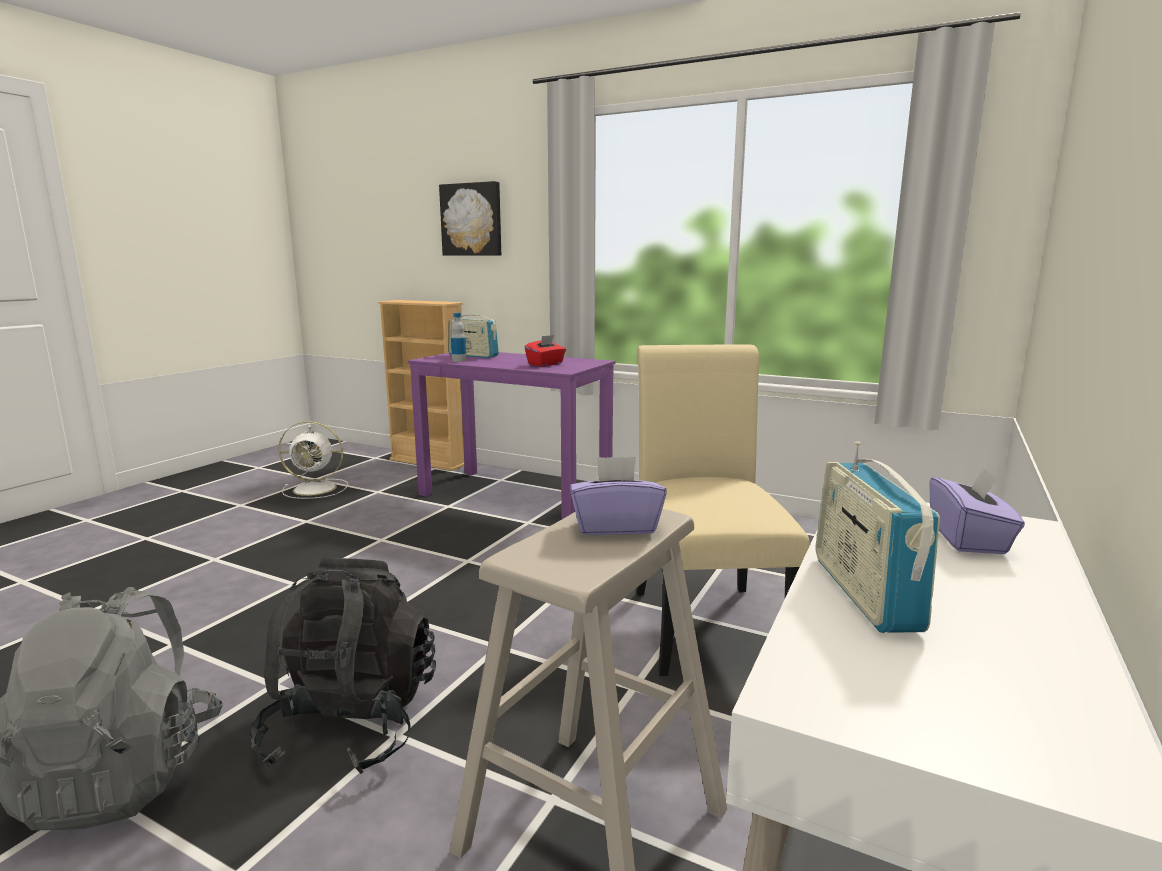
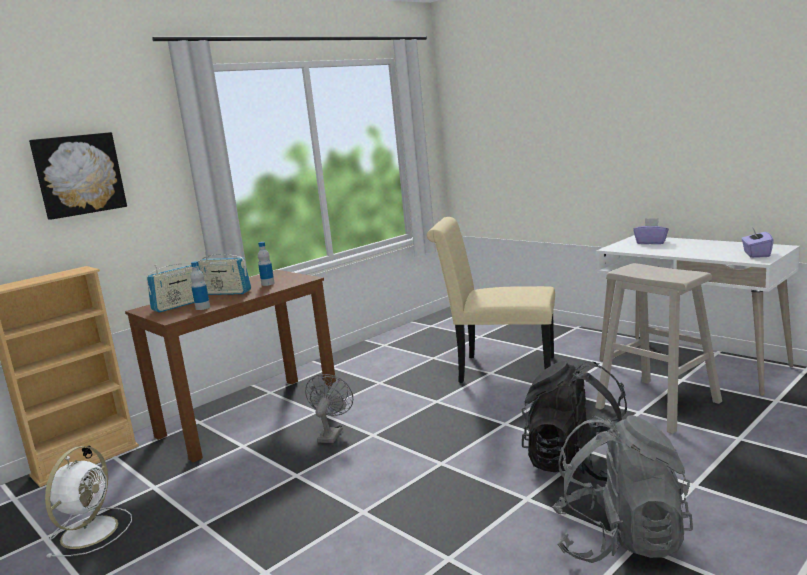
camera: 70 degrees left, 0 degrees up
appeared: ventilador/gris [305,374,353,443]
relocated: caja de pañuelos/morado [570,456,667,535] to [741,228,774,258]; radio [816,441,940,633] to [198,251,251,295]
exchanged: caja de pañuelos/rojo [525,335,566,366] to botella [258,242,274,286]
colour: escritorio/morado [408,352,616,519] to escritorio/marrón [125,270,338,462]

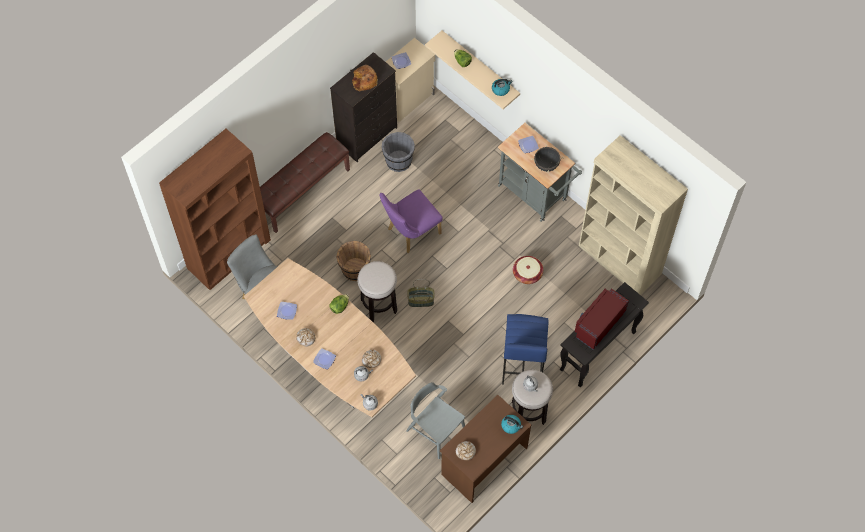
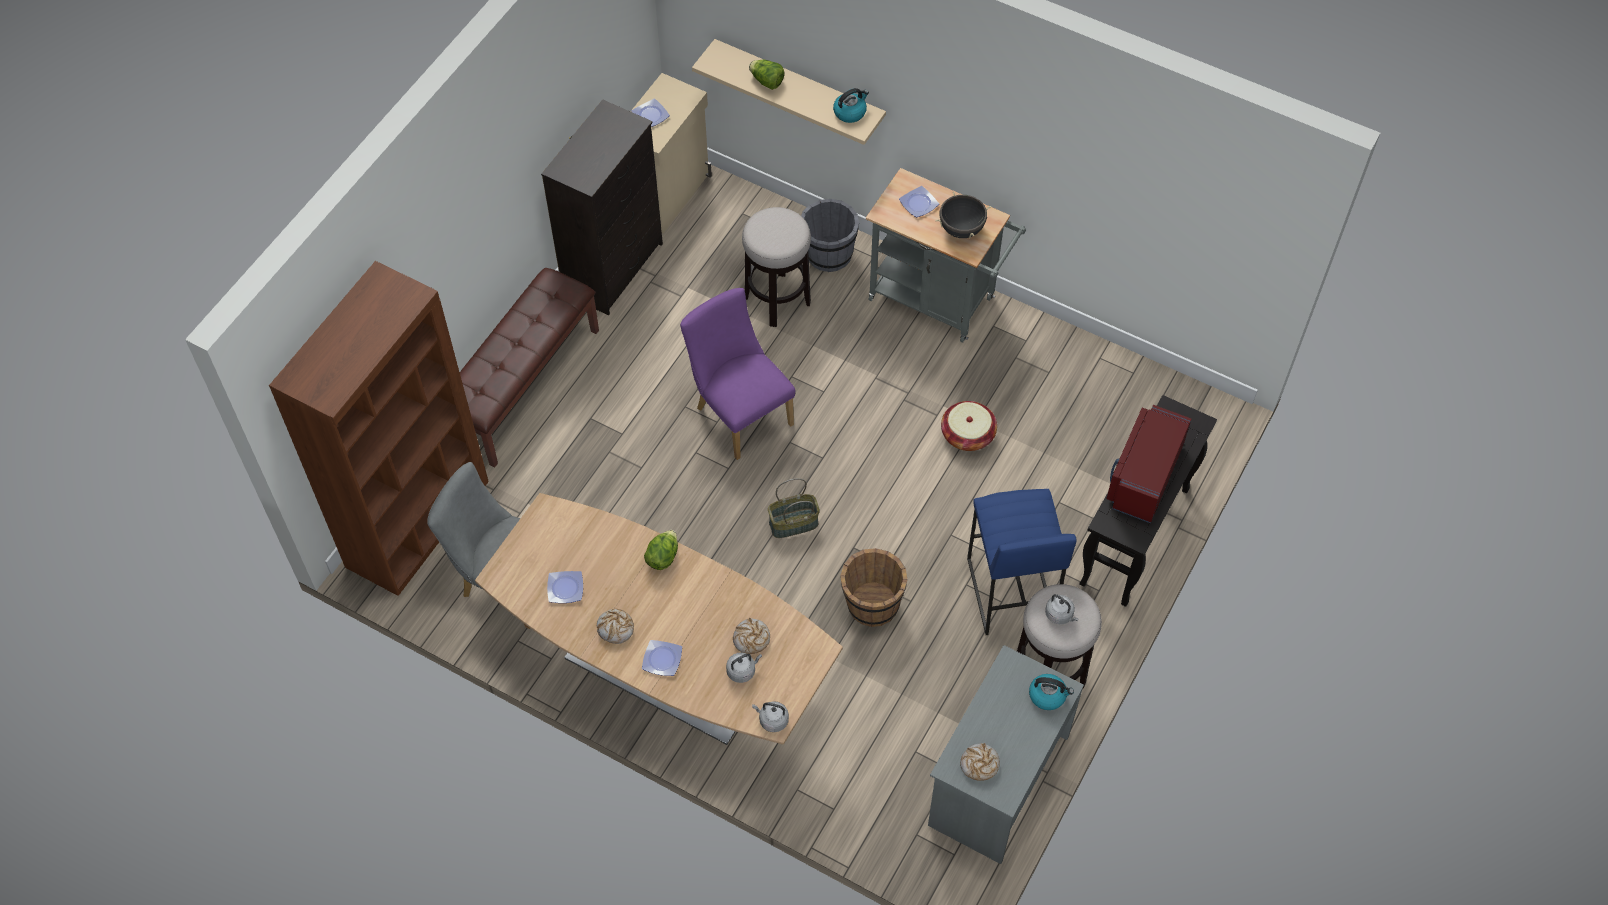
camera: 15 degrees left, 5 degrees down
missing: pan [352,65,378,91]; silla/gris [406,382,465,459]; estantería/beis [579,135,688,295]
relocated: cubo/marrón [336,241,371,281] to [840,548,907,627]; taburete [357,261,397,322] to [742,207,811,327]; cubo/gris [382,132,415,172] to [801,199,859,272]
colour: escritorio/marrón [440,395,532,503] to escritorio/gris [928,645,1084,864]
spun: silla/morado [380,189,443,253] = [680,288,795,460] 105 degrees clockwise

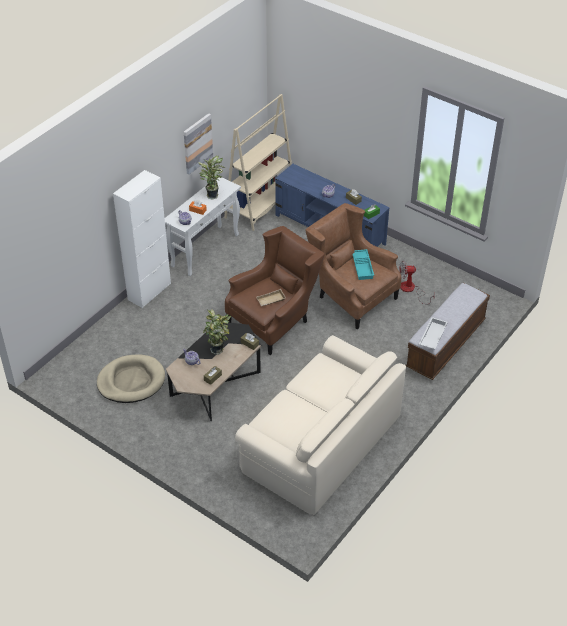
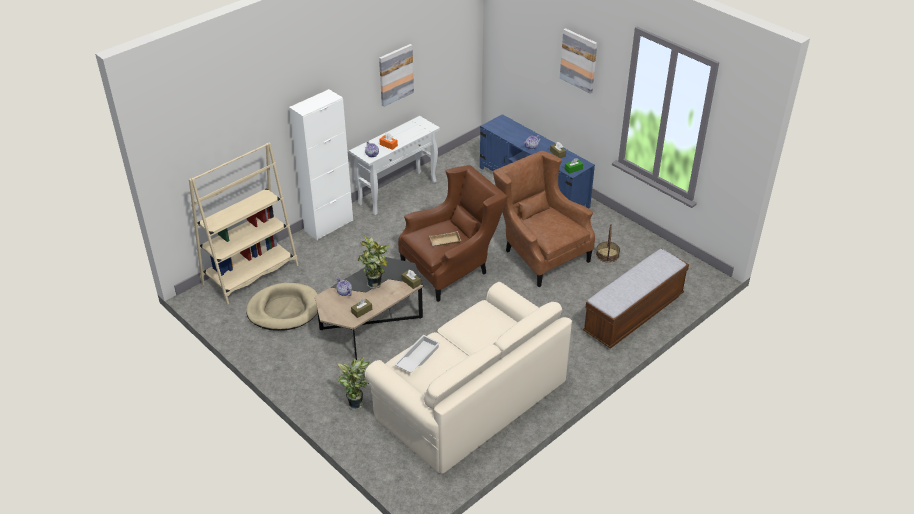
camera: 10 degrees right, 5 degrees down
missing: bandeja/turquesa [353,249,374,280]
appeared: cuadro [560,28,597,94]
relocated: planta en maceta [198,155,225,199] to [337,356,369,410]; estantería/beis [224,94,292,231] to [189,142,299,304]; bandeja/blanco [419,317,448,349] to [394,335,440,373]
exchanged: ventilador [400,261,435,304] to cesta [596,224,620,263]

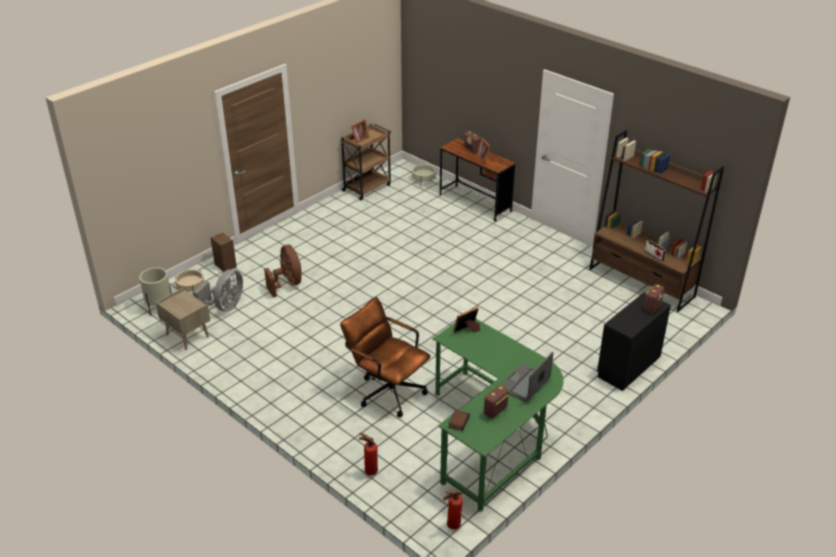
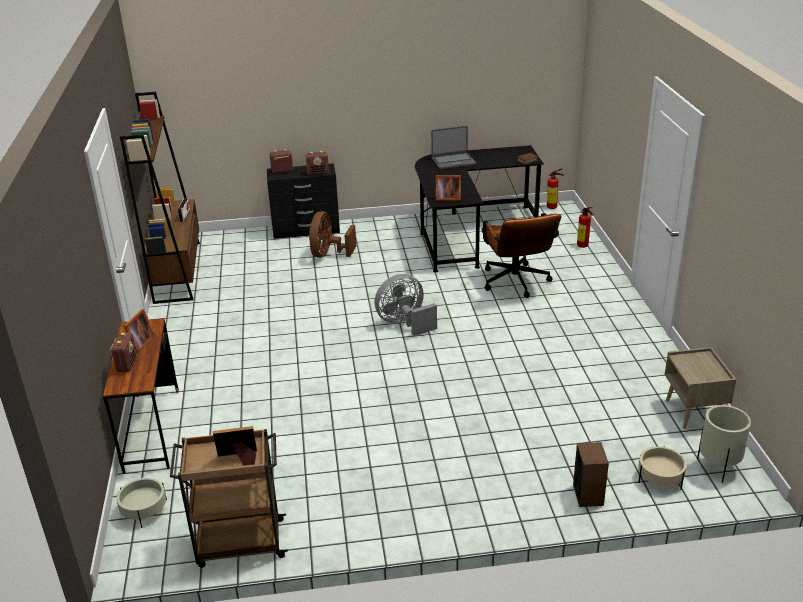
camera: 140 degrees left, 5 degrees down
relocated: ventilador/gris [194,269,243,311] to [375,274,437,336]; ventilador/marrón [264,245,302,297] to [309,211,356,258]; radio [484,385,508,418] to [306,151,329,175]
colour: escritorio/verde [432,319,563,512] to escritorio/negro [415,145,544,273]

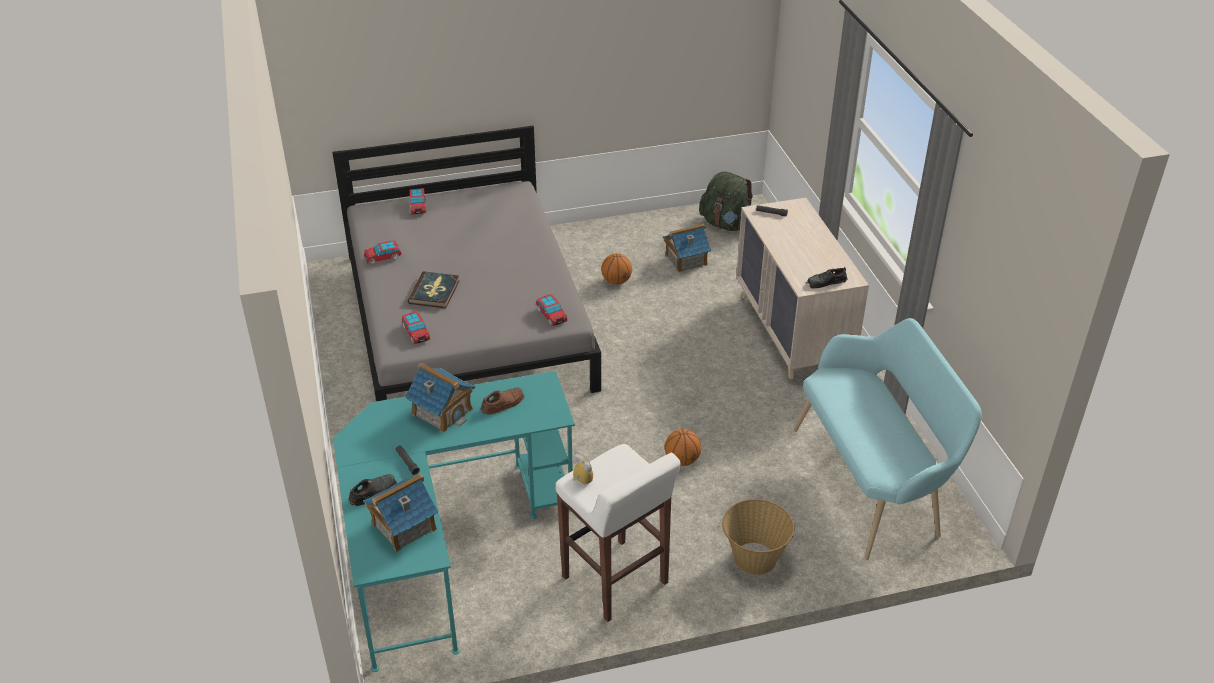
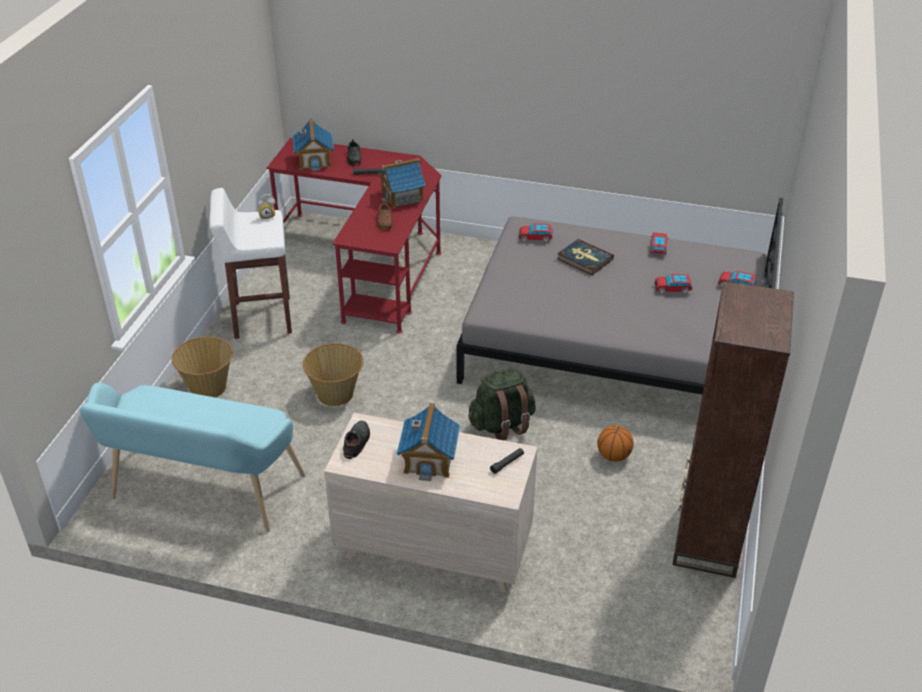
camera: 120 degrees right, 0 degrees up
appeared: estantería/marrón [672,281,794,578]
relocated: coche de juguete [536,294,567,326] to [655,274,692,293]; casita [663,223,711,272] to [397,403,460,481]; mochila/verde [699,171,753,231] to [468,369,536,440]
exchanged: balón de baloncesto [665,429,701,466] to cesta [303,343,364,406]
colour: escritorio/turquesa [333,371,575,672] to escritorio/rojo [267,138,442,334]

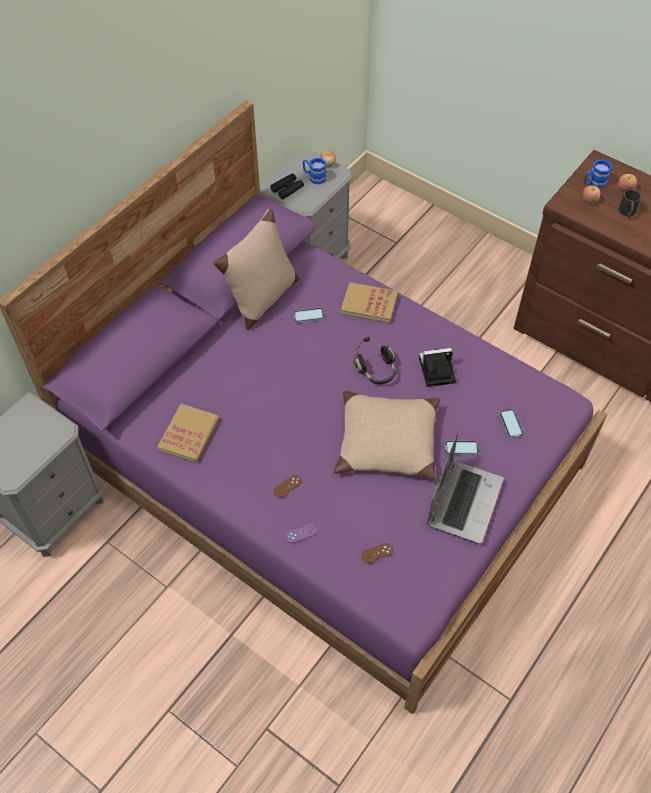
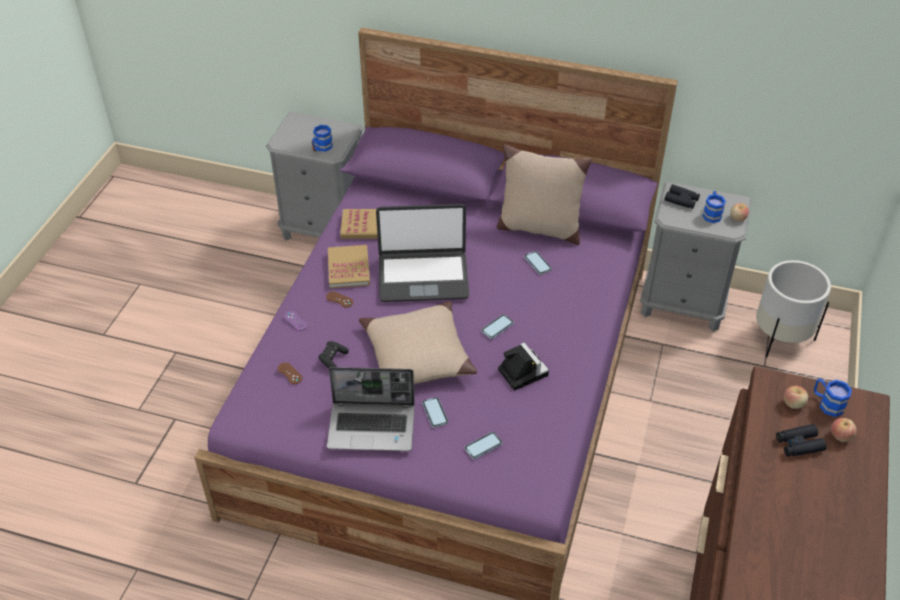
camera: 70 degrees right, 10 degrees down
appeared: taza grande/azul [312,125,333,152]; mando de consola/negro [319,341,349,368]; portátil [376,204,469,302]; maceta/blanco [756,260,831,358]
relocated: libro [341,282,398,324] to [328,245,370,288]
exchanged: auriculares/negro [353,337,396,384] to móvil [481,314,514,339]; taza grande/negro [619,190,641,218] to prismáticos/negro [776,424,827,457]

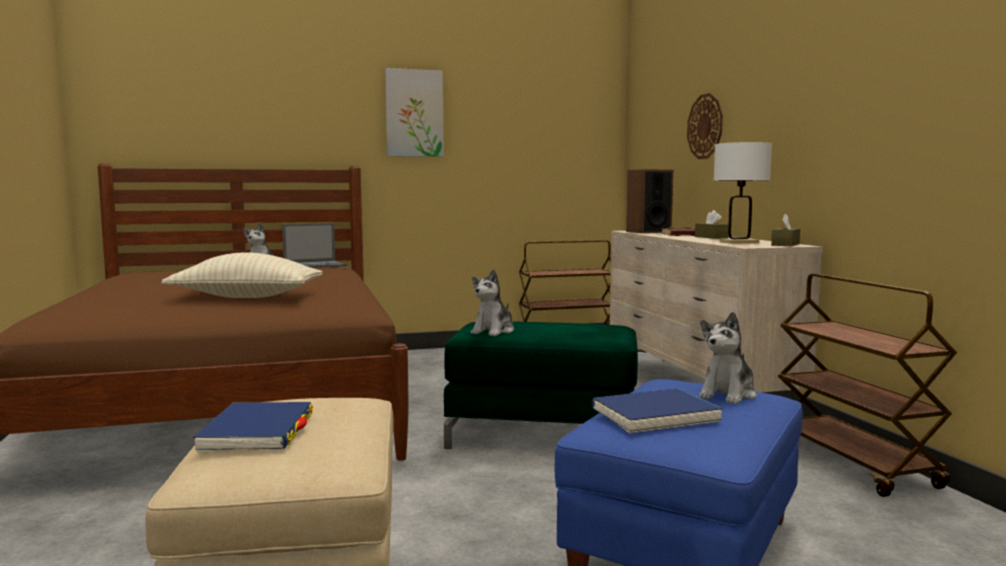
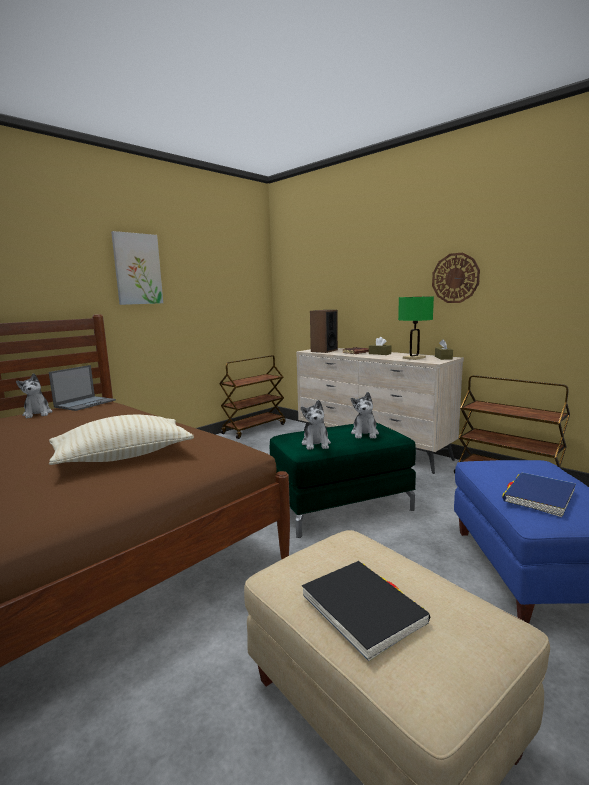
camera: 30 degrees left, 5 degrees up
relocated: reloj de pared [687,93,723,159] to [432,253,480,303]; peluche [699,312,757,404] to [351,392,379,439]
colour: libro/azul [193,402,313,452] to libro/negro [302,561,430,661]; lámpara de mesa/blanco [714,142,772,244] to lámpara de mesa/verde [398,296,434,360]

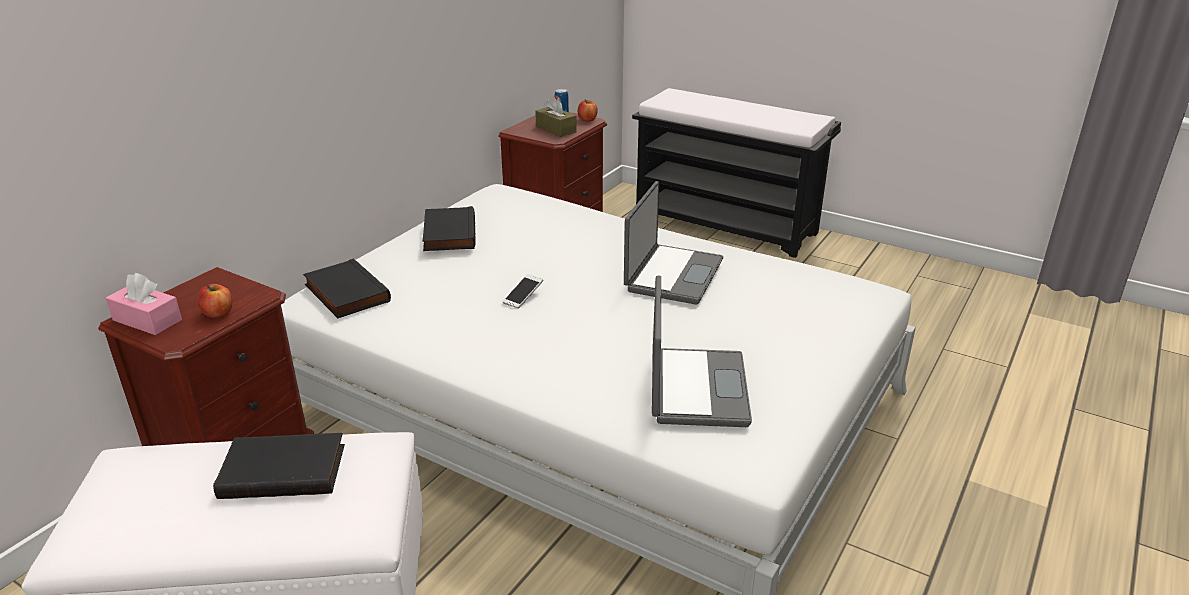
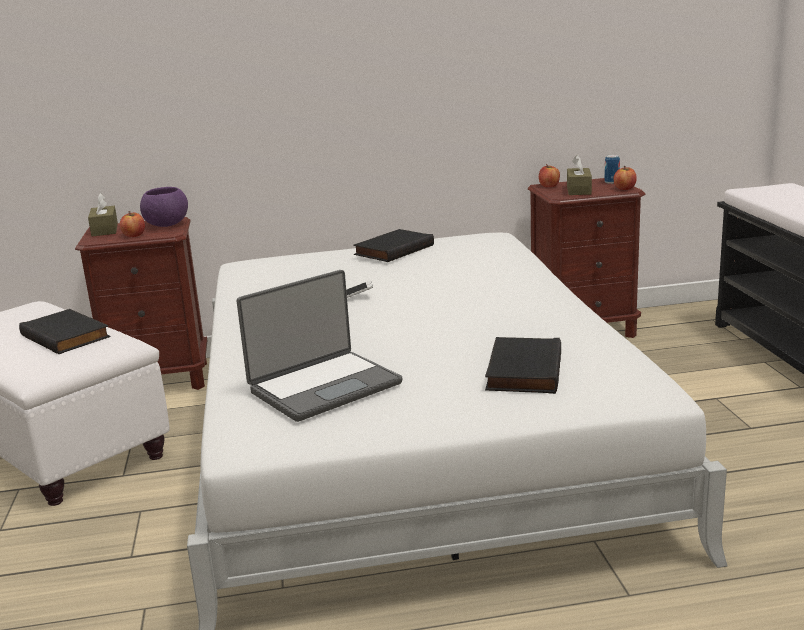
camera: 50 degrees right, 10 degrees down
missing: portátil [624,181,723,305]
appeared: cuenco/morado [140,187,188,227]; manzana [539,164,560,187]
relocated: libro/negro [303,259,391,318] to [485,337,561,394]
colour: caja de pañuelos/rosa [106,273,182,335] to caja de pañuelos/marrón [88,193,118,236]

